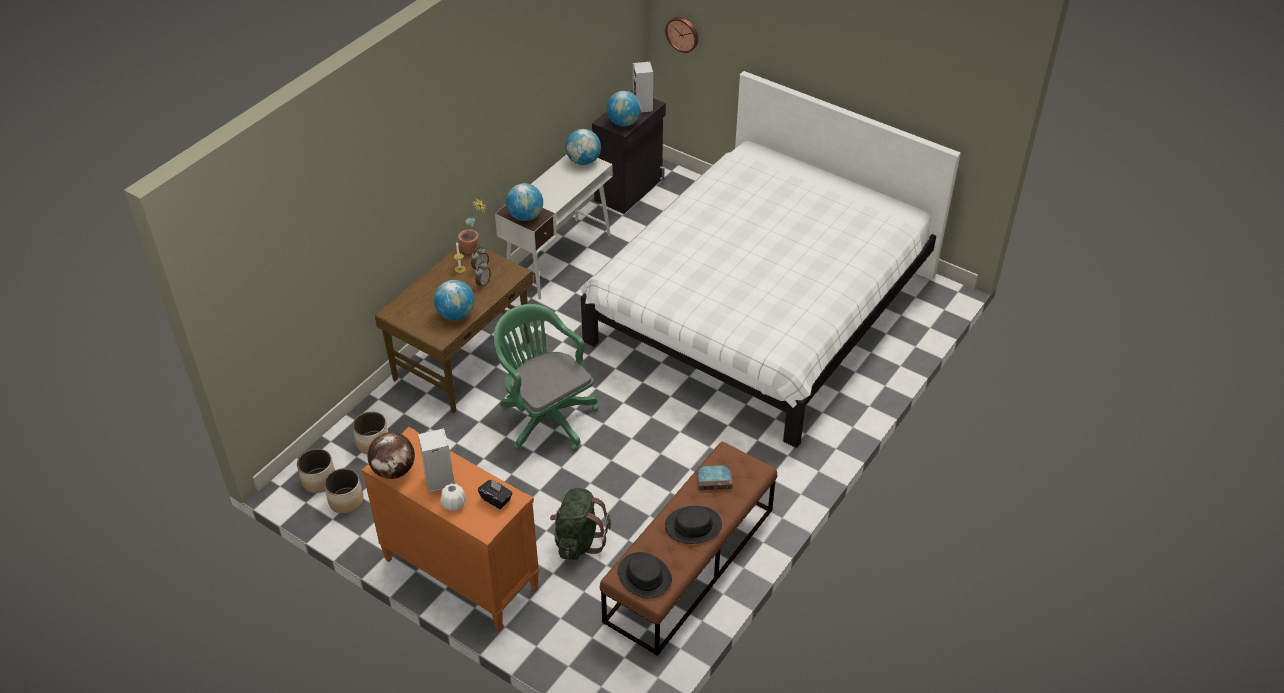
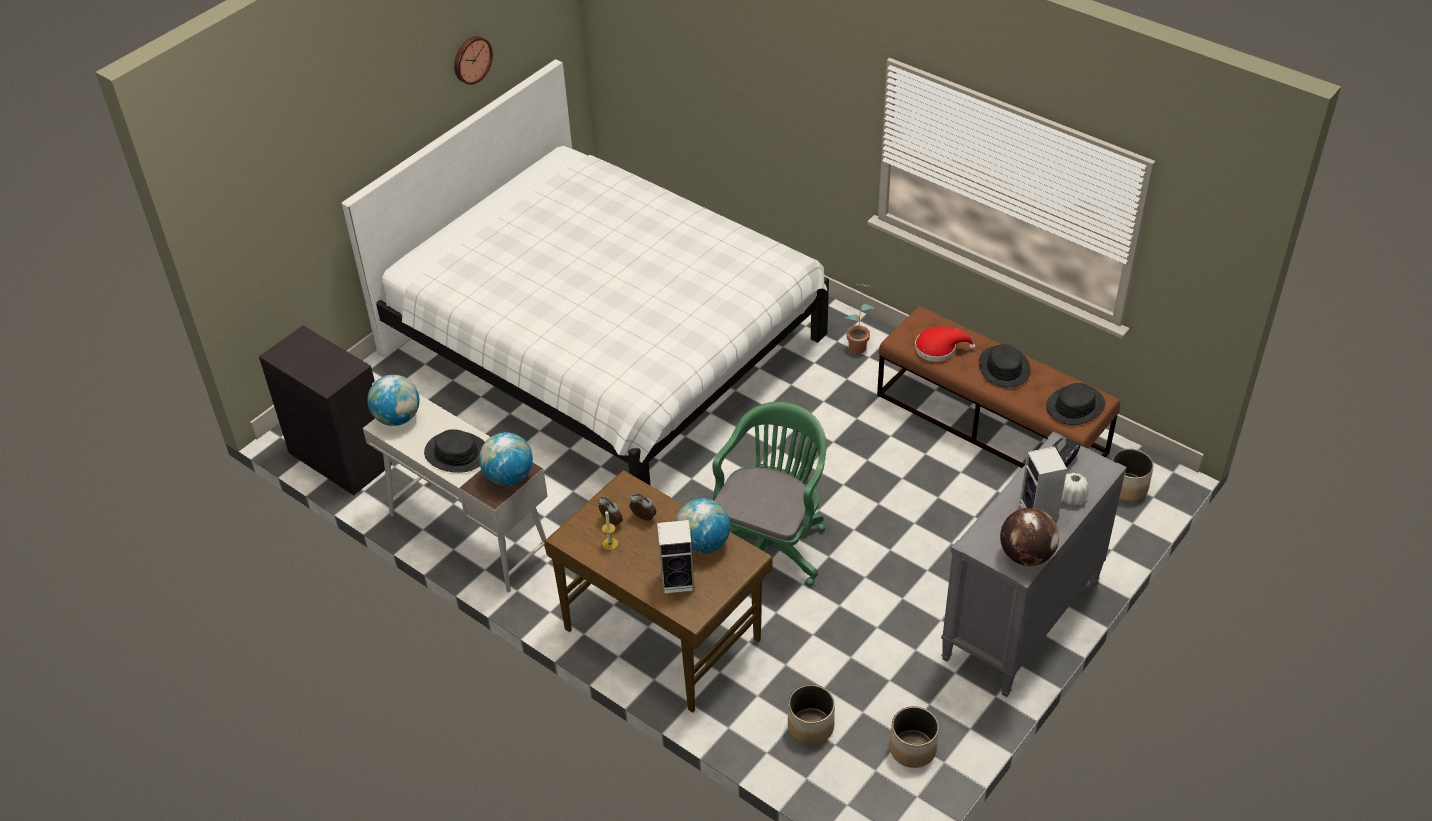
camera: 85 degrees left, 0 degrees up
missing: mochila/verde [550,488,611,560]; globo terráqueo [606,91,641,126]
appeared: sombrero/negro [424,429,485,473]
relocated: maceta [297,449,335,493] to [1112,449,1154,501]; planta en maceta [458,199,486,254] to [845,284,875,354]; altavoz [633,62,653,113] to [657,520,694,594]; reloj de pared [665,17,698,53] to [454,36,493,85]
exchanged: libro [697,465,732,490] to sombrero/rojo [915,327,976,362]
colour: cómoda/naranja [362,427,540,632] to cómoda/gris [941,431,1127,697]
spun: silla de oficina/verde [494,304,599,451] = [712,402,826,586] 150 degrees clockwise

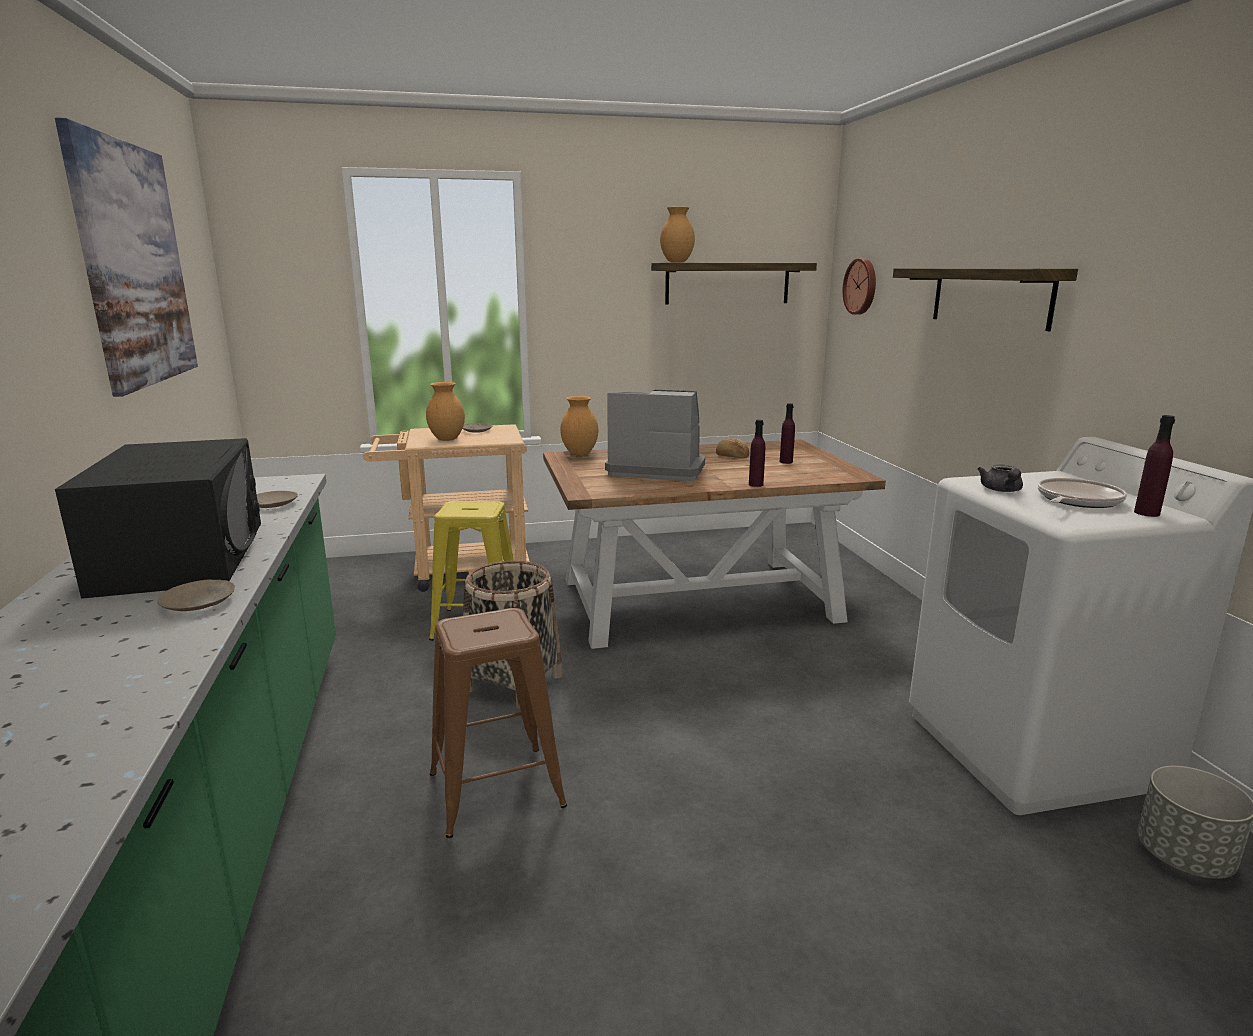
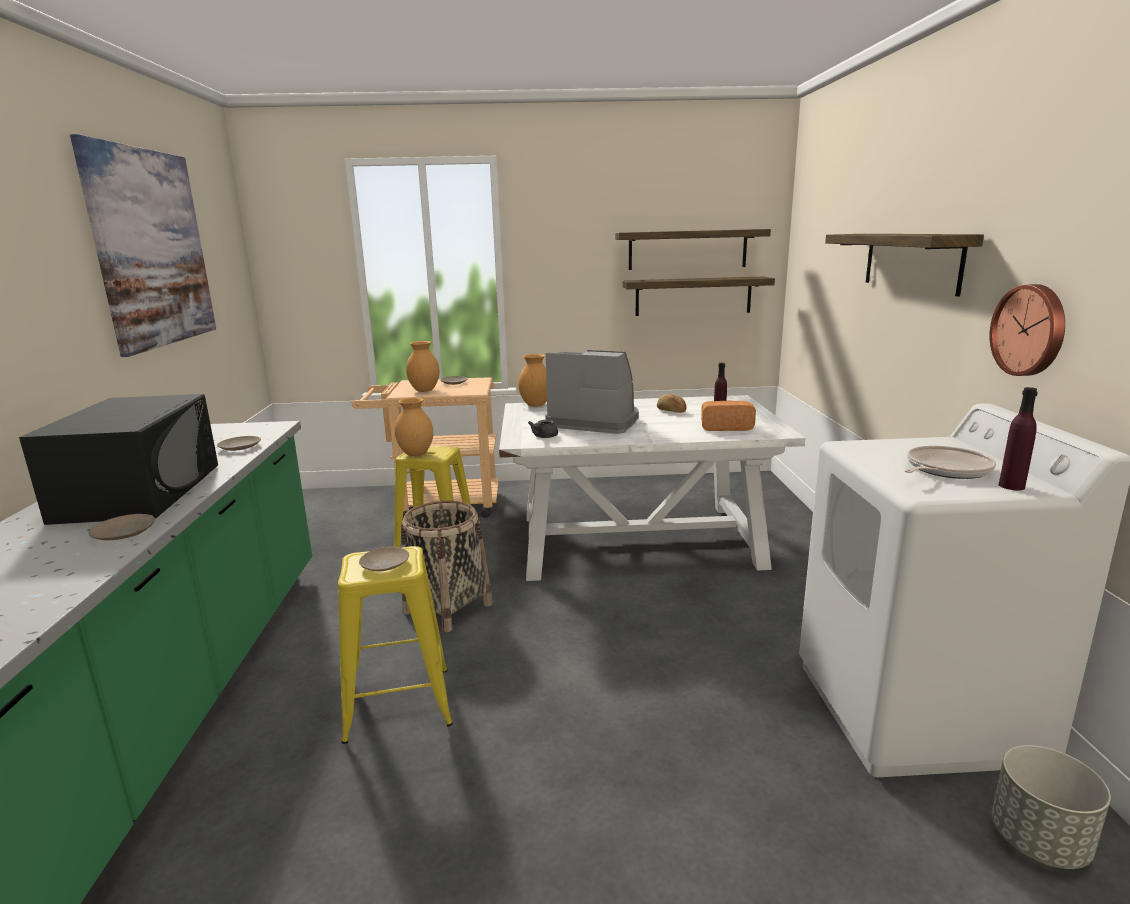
camera: 10 degrees right, 0 degrees up
missing: botella/morado [749,420,765,487]
appeared: plato/beis [359,547,409,571]; estante [623,276,775,316]; pan [701,401,756,431]
relocated: florero/marrón [660,207,695,263] to [395,397,433,456]; reloj de pared [843,258,876,315] to [989,284,1065,376]; tetera/gris [977,465,1023,492] to [528,420,558,438]
colour: taburete/marrón [430,608,567,838] to taburete/amarillo [338,546,453,744]; mesa de comedor/marrón [543,440,886,649] to mesa de comedor/blanco [499,395,805,581]

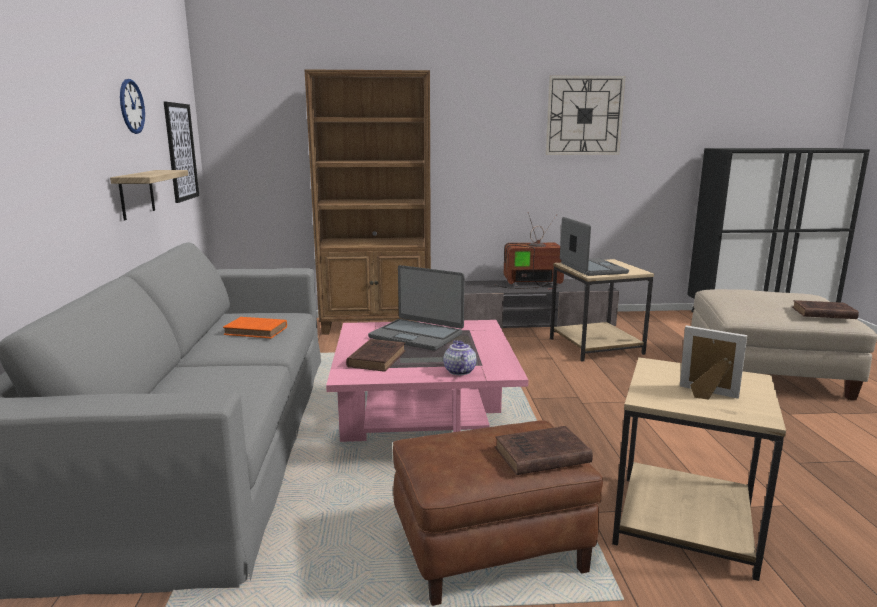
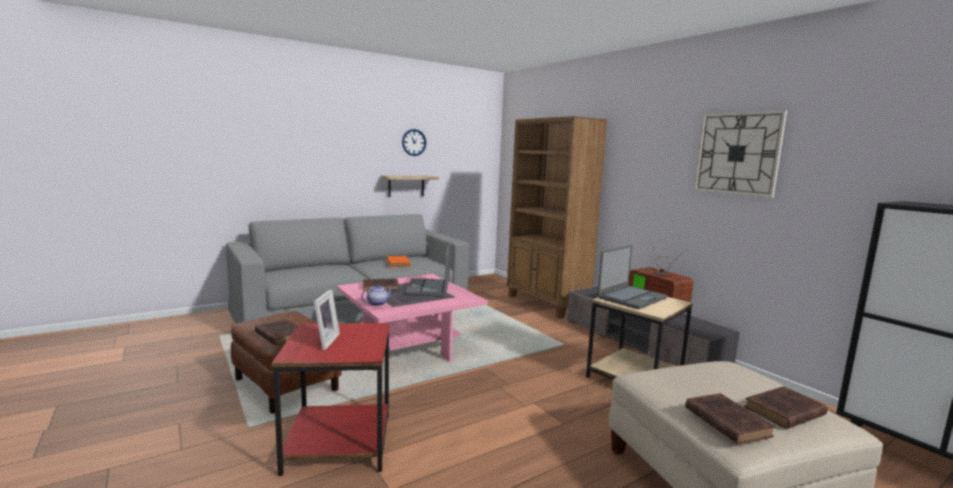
camera: 60 degrees right, 5 degrees down
missing: cuadro [164,102,199,203]
appeared: libro/marrón [744,386,828,429]
colour: mesa auxiliar/beis [612,357,786,581] to mesa auxiliar/rojo [272,323,390,476]

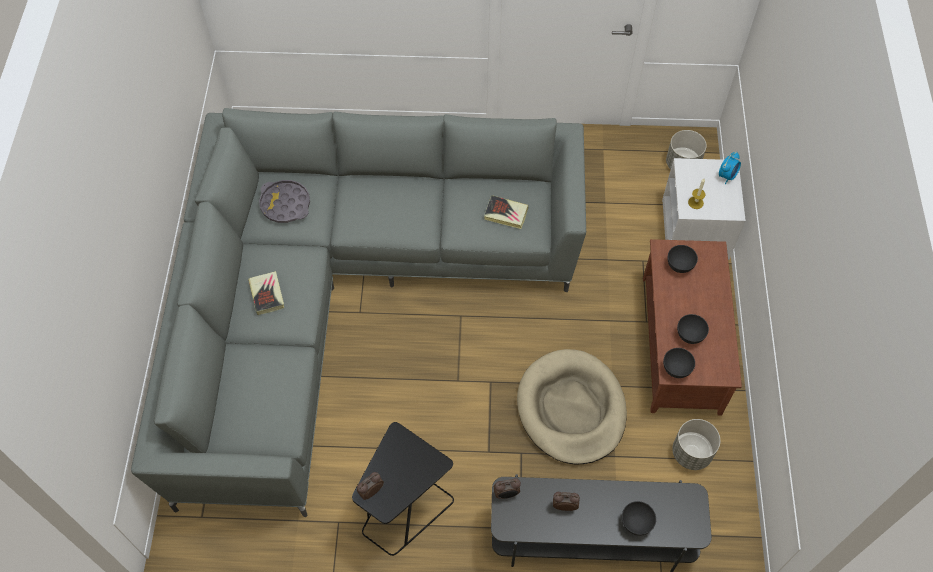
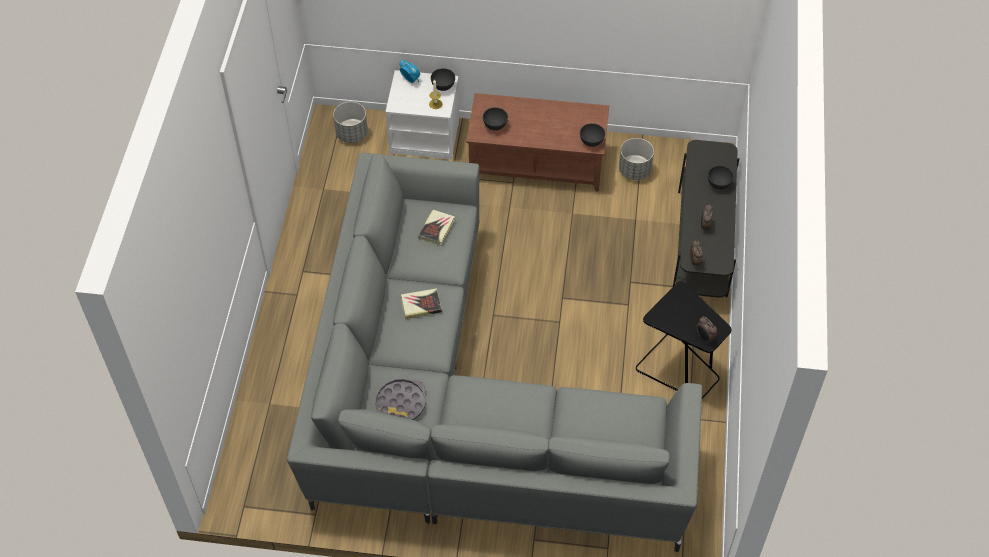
camera: 85 degrees left, 5 degrees down
missing: cama para perro/beis [517,349,627,464]
relocated: libro [248,271,284,315] to [401,289,442,319]; cuenco/gris [677,314,709,344] to [431,68,455,91]

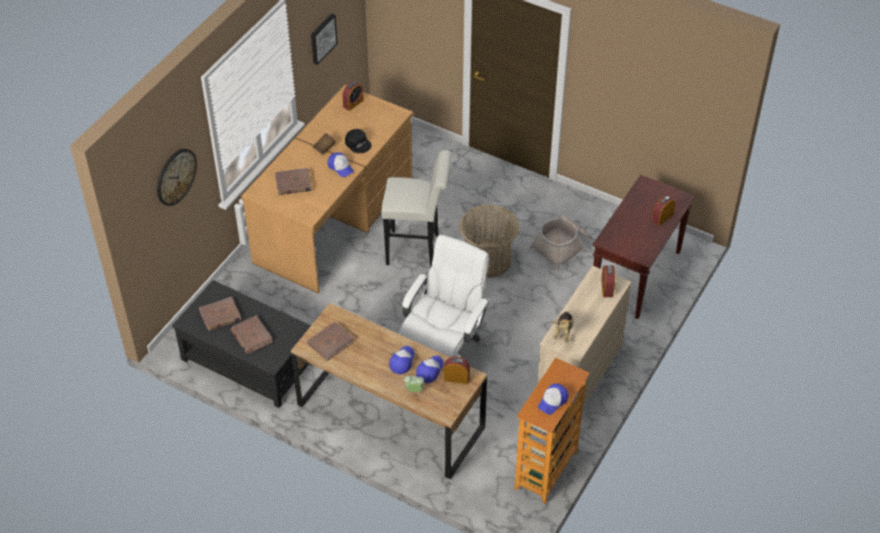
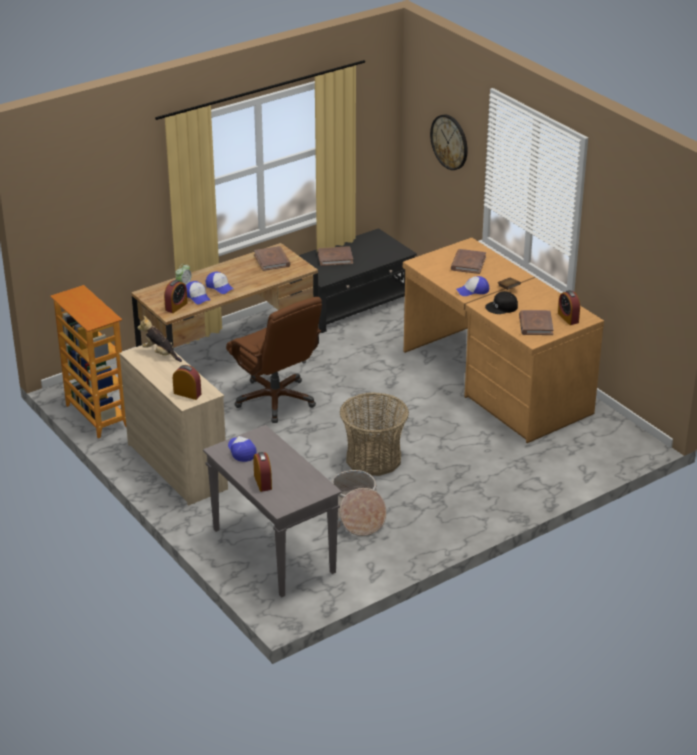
camera: 115 degrees right, 15 degrees down
missing: cuadro [311,14,338,65]; taburete/blanco [381,150,451,267]
relocated: libro/marrón [199,297,241,331] to [519,310,554,335]; gorra [538,384,569,415] to [228,436,256,462]
colour: silla de oficina/blanco [399,235,490,367] to silla de oficina/marrón [226,297,322,423]; mesa consola/marrón [592,175,695,319] to mesa consola/gris [203,425,342,597]

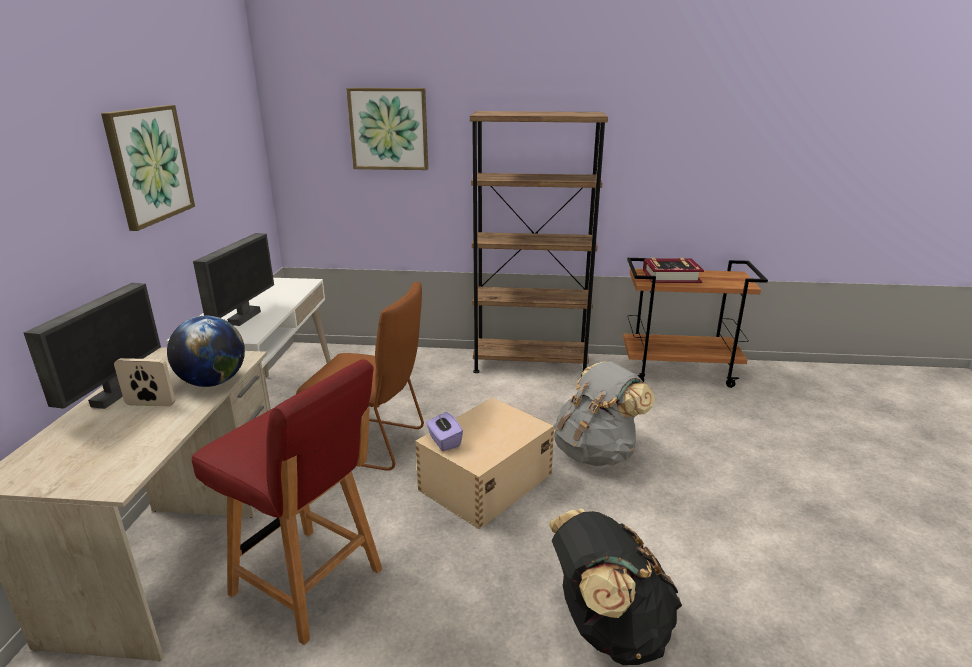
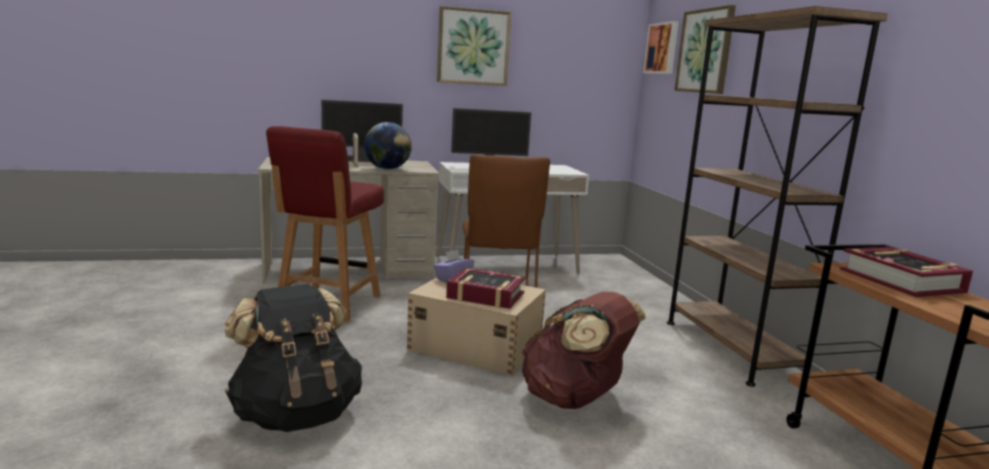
camera: 70 degrees right, 10 degrees down
appeared: libro [446,268,525,309]; cuadro [643,21,679,74]
colour: mochila/gris [554,361,655,466] to mochila/marrón [522,292,646,409]

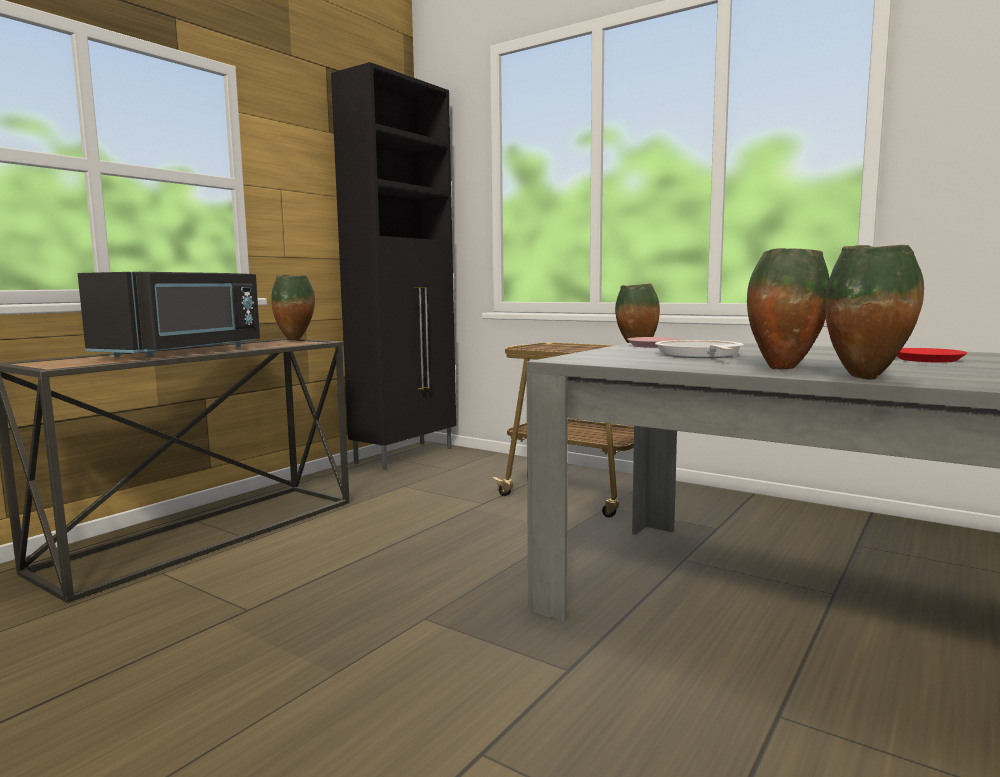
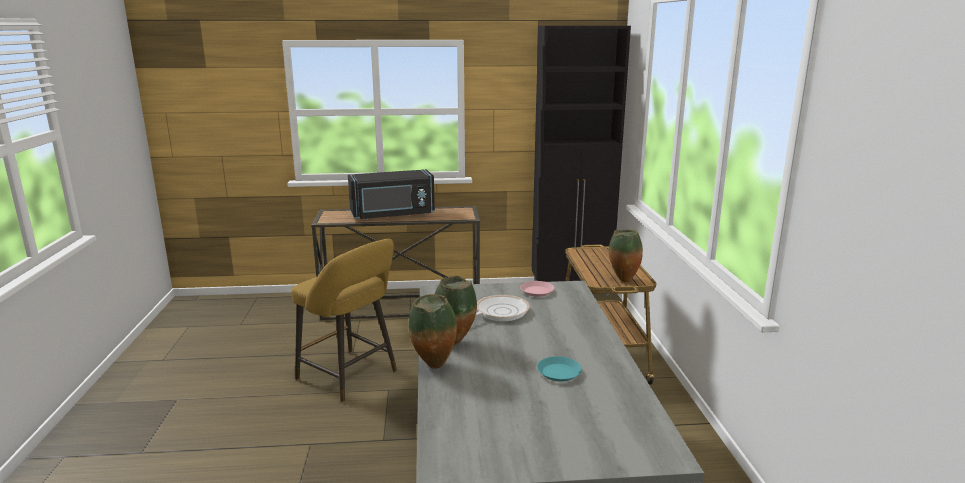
camera: 50 degrees right, 10 degrees up
missing: florero [271,275,315,340]
appeared: taburete/amarillo [291,239,397,402]
colour: plato/rojo [897,348,967,363] to plato/turquesa [537,356,582,381]

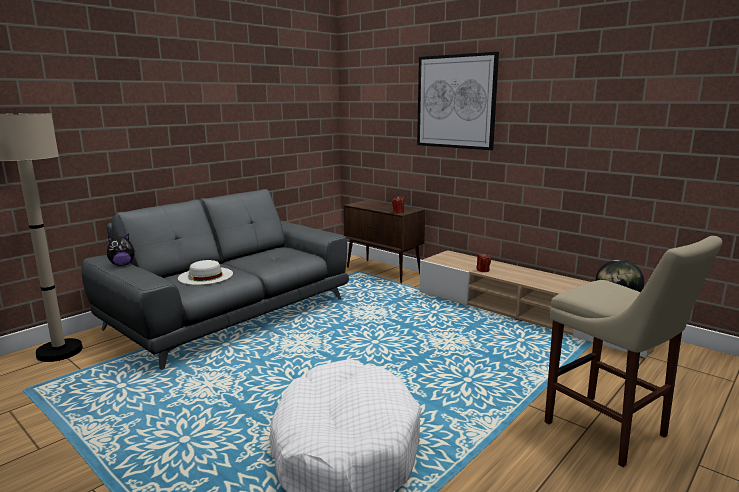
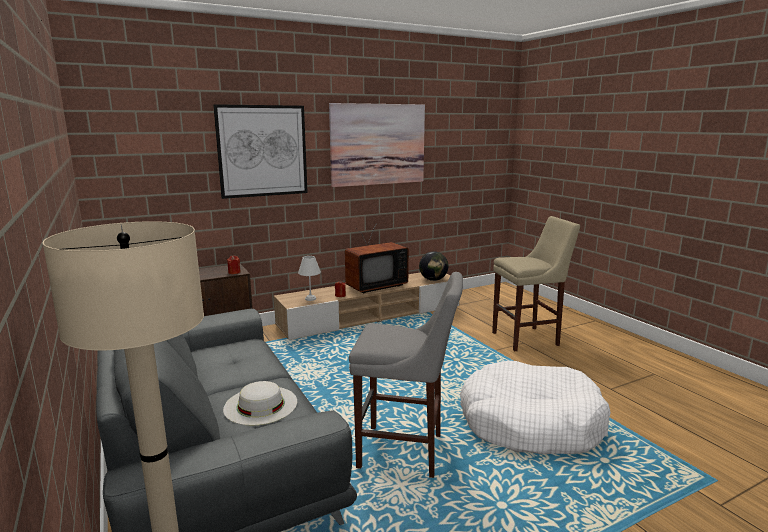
camera: 70 degrees left, 0 degrees up
missing: peluche [107,234,136,266]
appeared: lámpara de mesa/blanco [298,256,321,301]; cuadro [329,103,425,187]; televisor [345,223,409,293]; taburete/gris [349,272,463,478]

